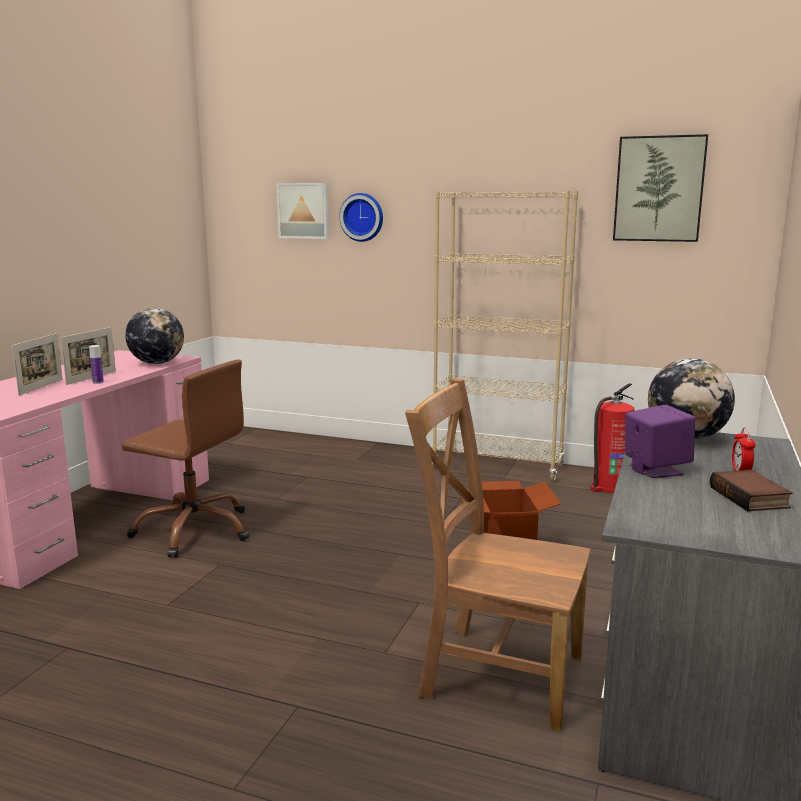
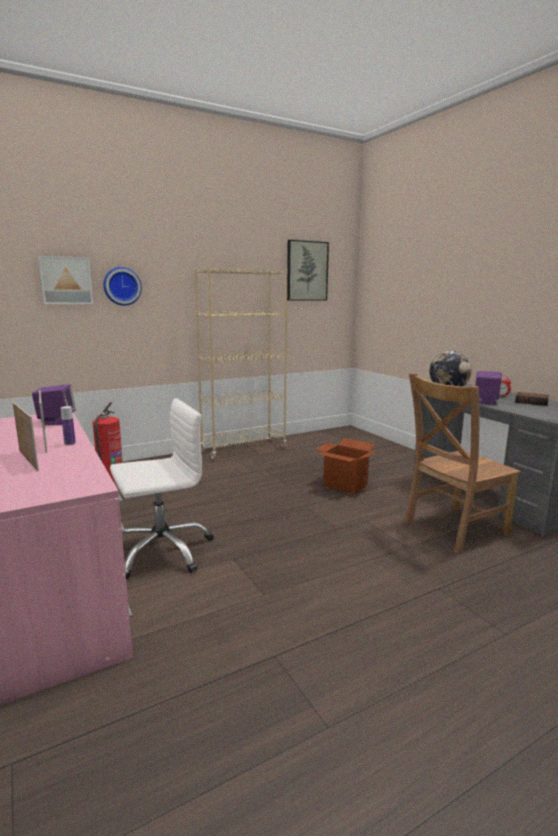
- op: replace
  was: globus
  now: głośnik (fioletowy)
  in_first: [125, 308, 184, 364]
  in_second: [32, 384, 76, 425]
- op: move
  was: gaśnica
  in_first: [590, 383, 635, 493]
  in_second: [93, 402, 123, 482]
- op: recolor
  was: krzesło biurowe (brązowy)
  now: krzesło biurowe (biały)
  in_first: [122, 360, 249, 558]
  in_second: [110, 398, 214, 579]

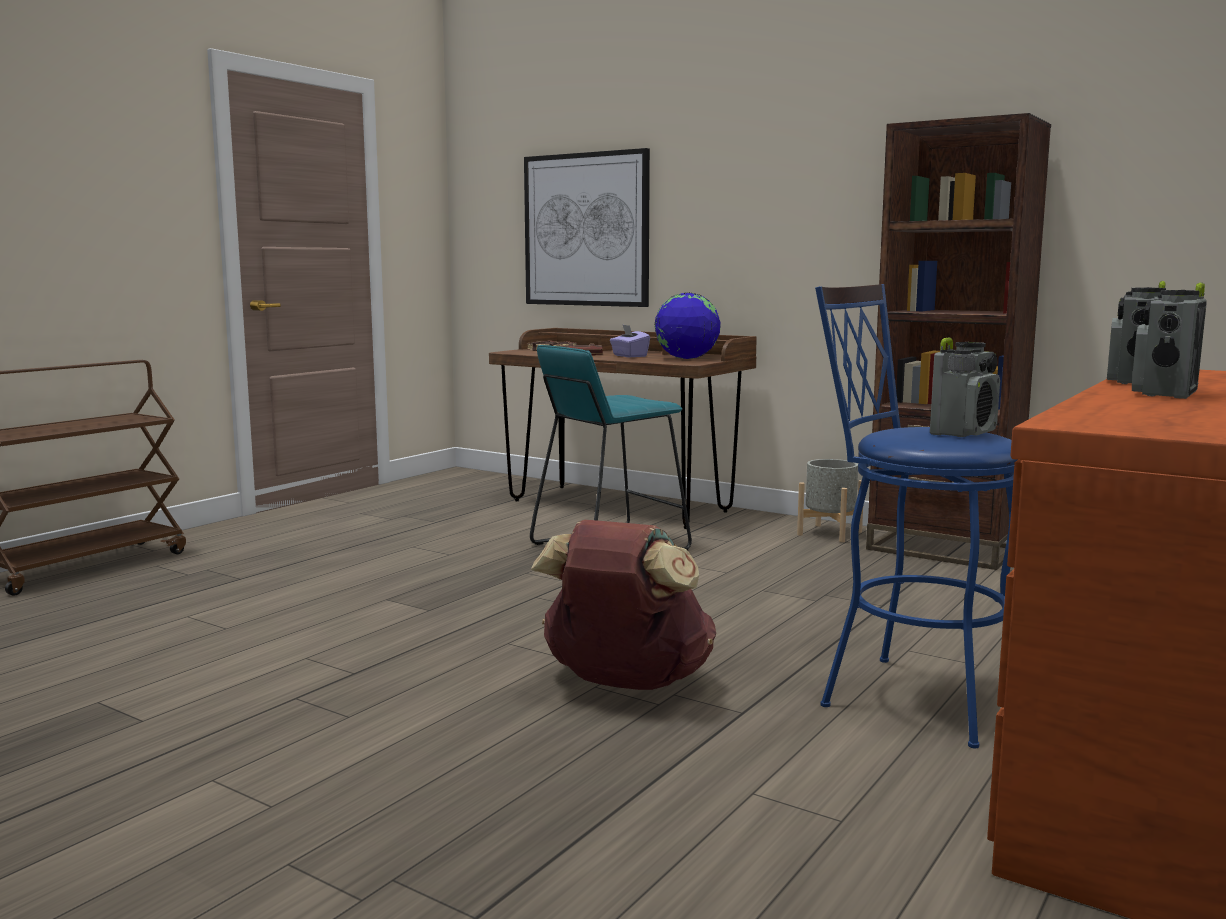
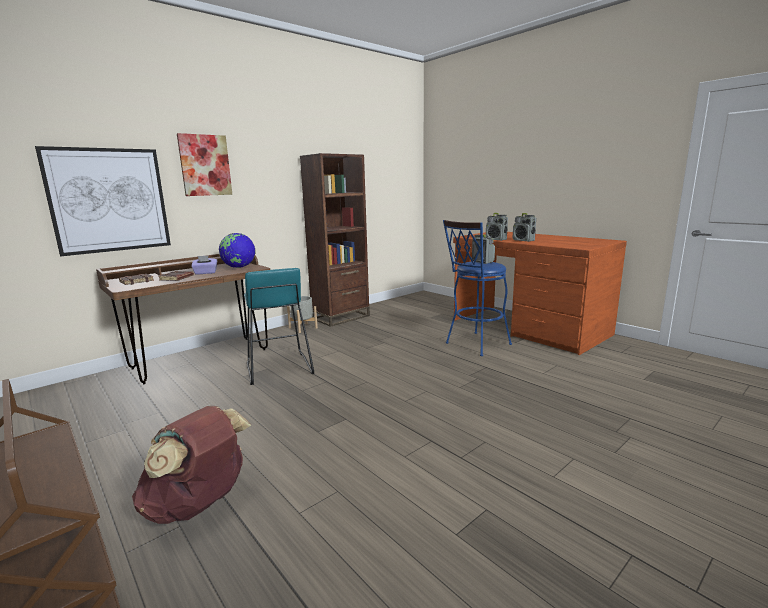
- op: move
  was: plecak (brązowy)
  in_first: [531, 520, 716, 690]
  in_second: [132, 406, 251, 524]
- op: insert
  now: obraz
  in_second: [177, 133, 232, 196]

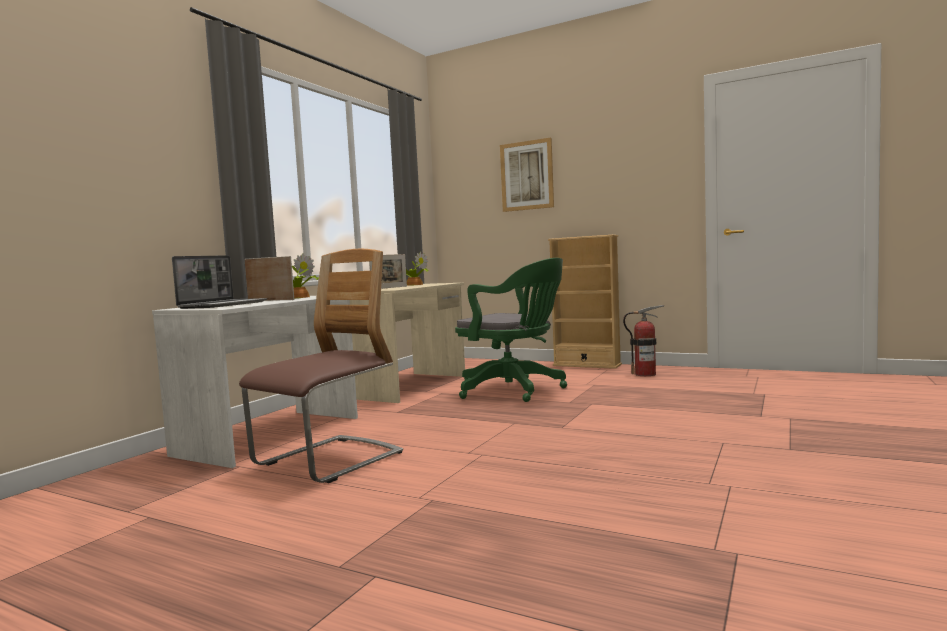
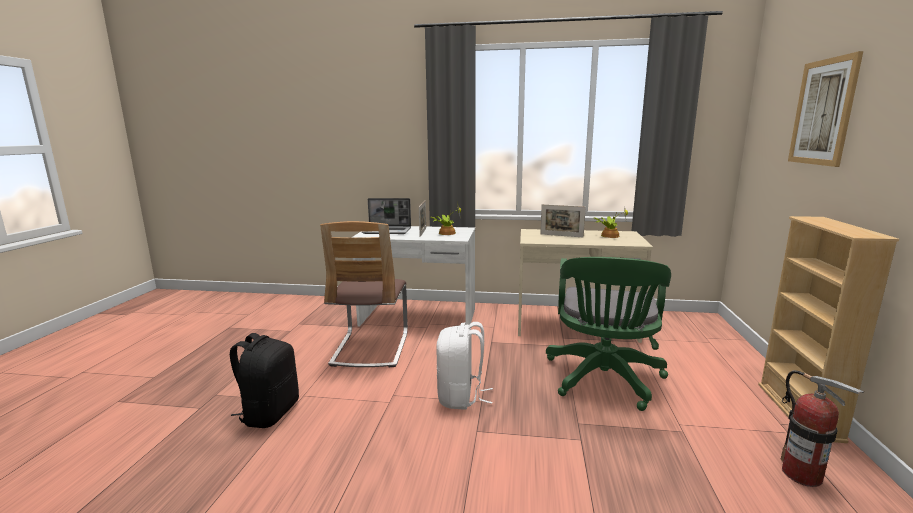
- op: insert
  now: plecak (czarny)
  in_second: [230, 333, 299, 428]
- op: rotate
  was: krzesło
  in_first: [239, 249, 403, 483]
  in_second: [320, 221, 408, 367]
  clockwise: 75
- op: insert
  now: plecak (biały)
  in_second: [436, 322, 493, 410]

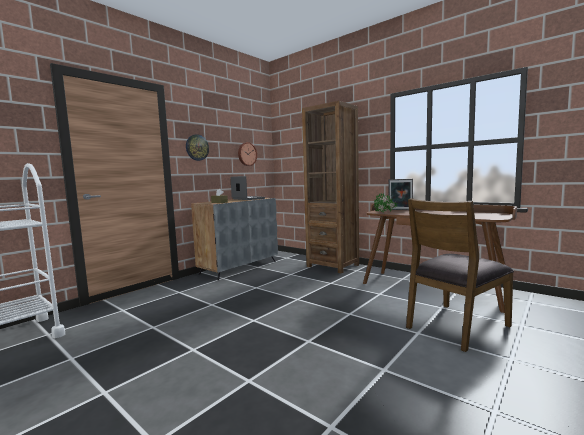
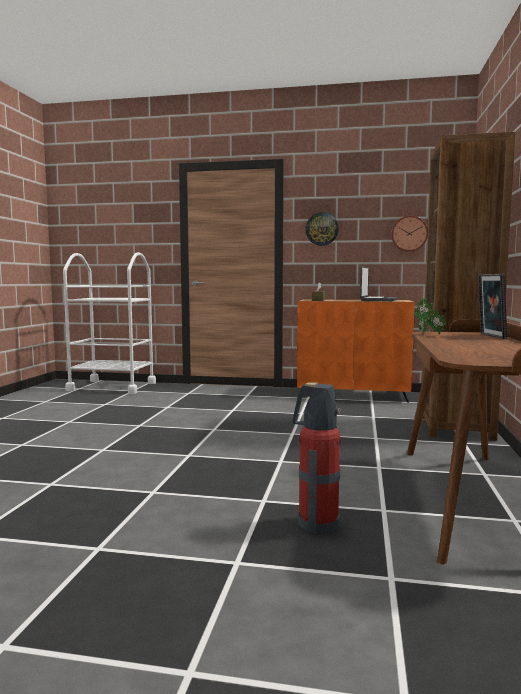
- op: replace
  was: krzesło (brązowy)
  now: gaśnica
  in_first: [406, 198, 514, 352]
  in_second: [292, 382, 341, 533]
- op: recolor
  was: szafka (szary)
  now: szafka (pomarańczowy)
  in_first: [191, 198, 278, 280]
  in_second: [297, 299, 415, 403]

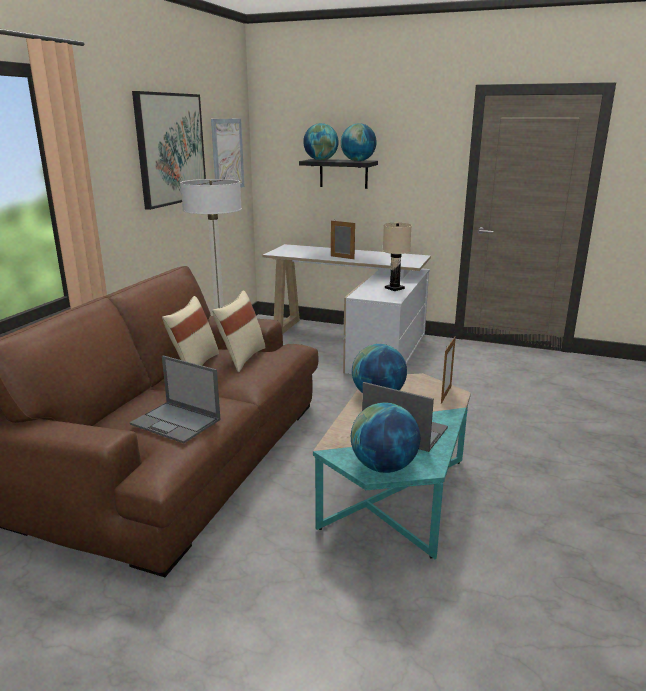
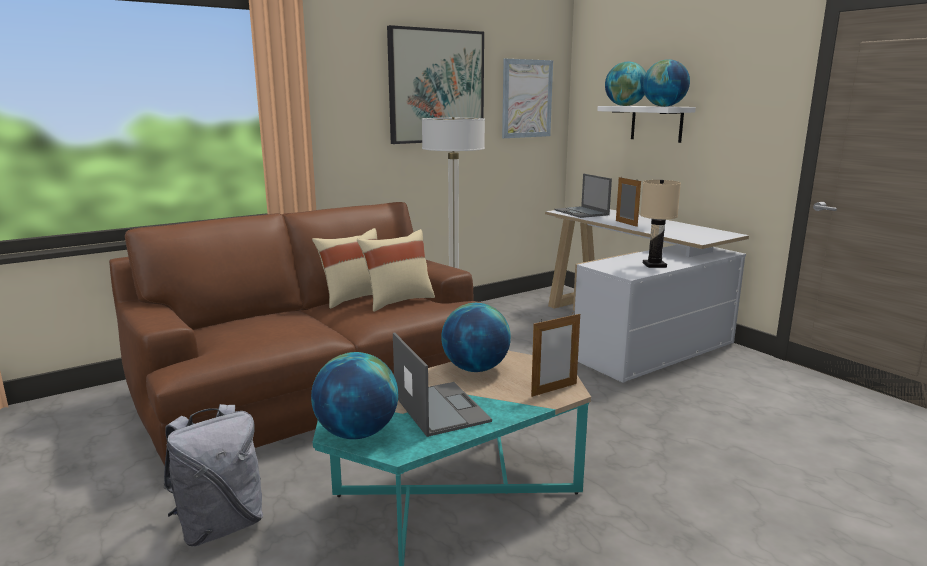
- op: insert
  now: plecak (szary)
  in_second: [163, 404, 263, 546]
- op: move
  was: laptop
  in_first: [130, 355, 221, 443]
  in_second: [555, 174, 612, 218]
- op: recolor
  was: półka (czarny)
  now: półka (biały)
  in_first: [299, 159, 378, 189]
  in_second: [597, 106, 696, 143]

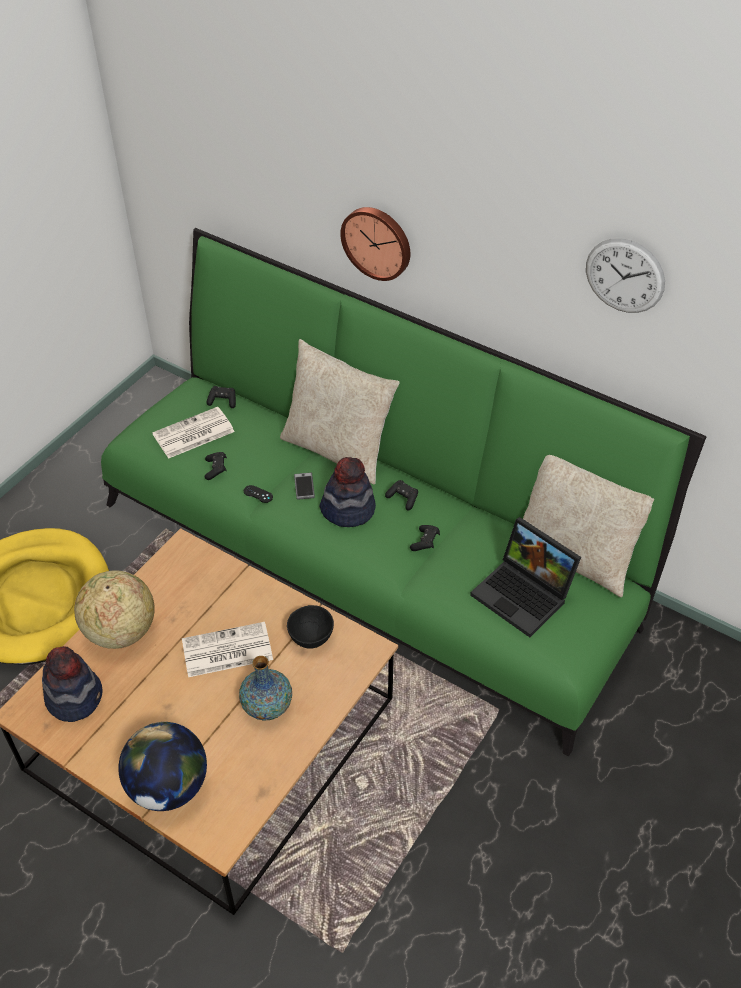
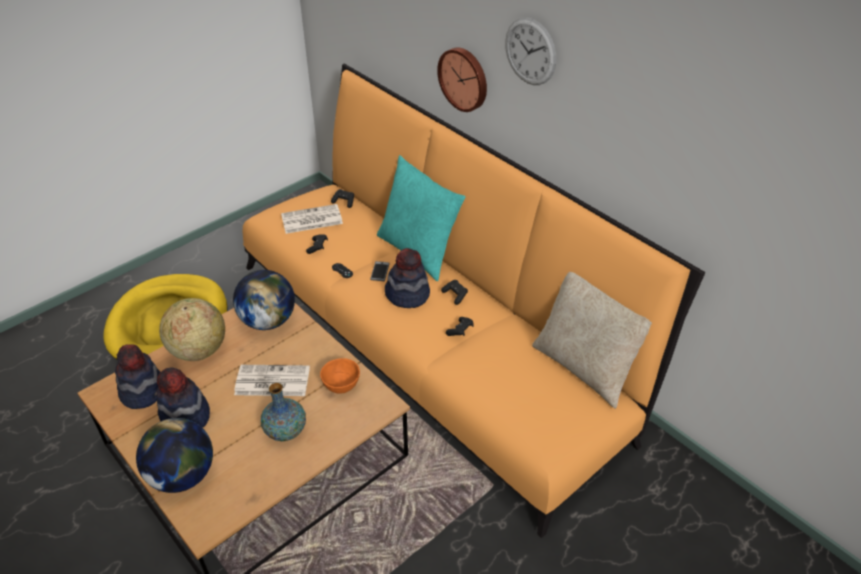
- op: insert
  now: kapelusz
  in_second: [157, 367, 210, 428]
- op: insert
  now: globus
  in_second: [233, 270, 295, 330]
- op: recolor
  was: kanapa (zielony)
  now: kanapa (pomarańczowy)
  in_first: [101, 228, 706, 756]
  in_second: [242, 63, 705, 538]
- op: recolor
  was: miska (czarny)
  now: miska (pomarańczowy)
  in_first: [287, 605, 334, 649]
  in_second: [320, 358, 360, 394]
- op: recolor
  was: poduszka (beżowy)
  now: poduszka (turkusowy)
  in_first: [280, 339, 400, 485]
  in_second: [377, 155, 465, 281]
- op: move
  was: zegar ścienny
  in_first: [586, 238, 665, 313]
  in_second: [505, 17, 556, 85]
- op: delete
  was: laptop
  in_first: [470, 517, 581, 637]

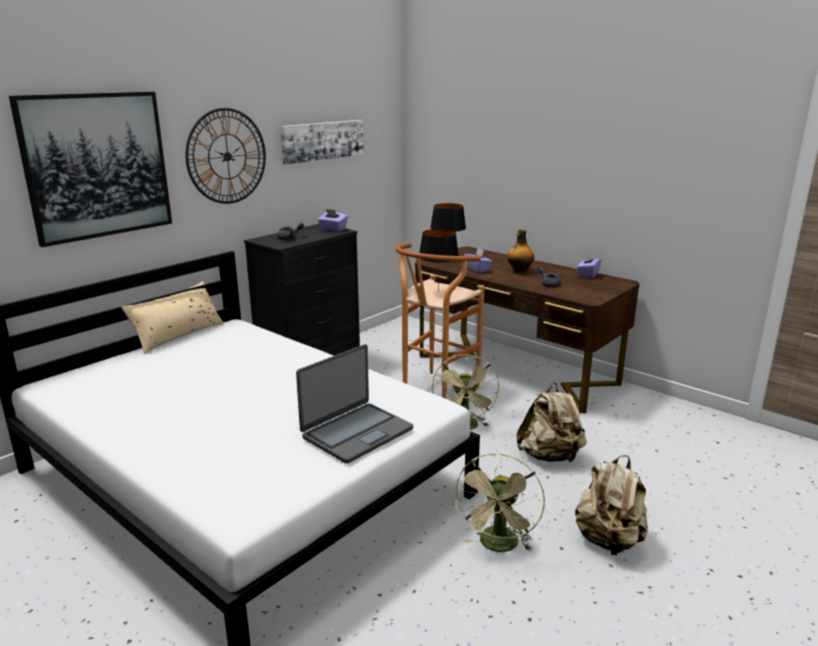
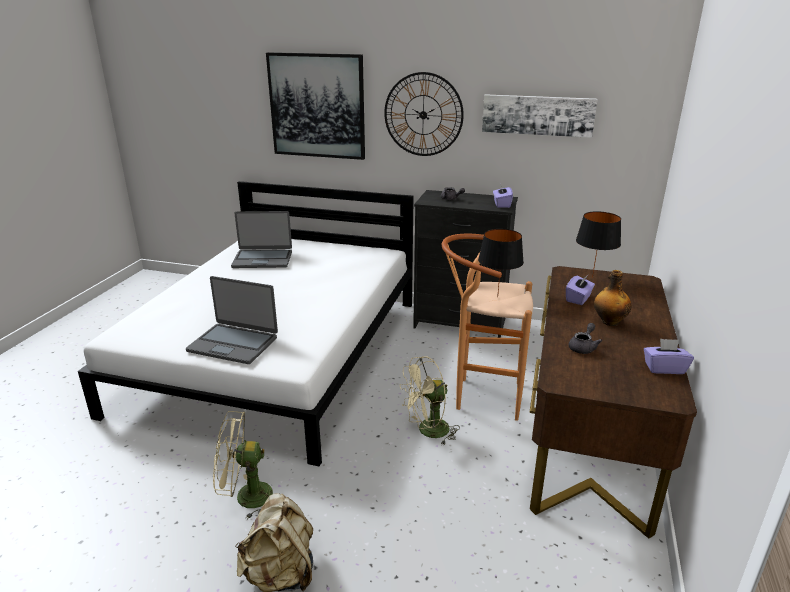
- op: insert
  now: laptop
  in_second: [231, 211, 292, 268]
- op: delete
  was: poduszka (beżowy)
  in_first: [121, 281, 224, 354]
- op: delete
  was: plecak (beżowy)
  in_first: [517, 382, 587, 462]

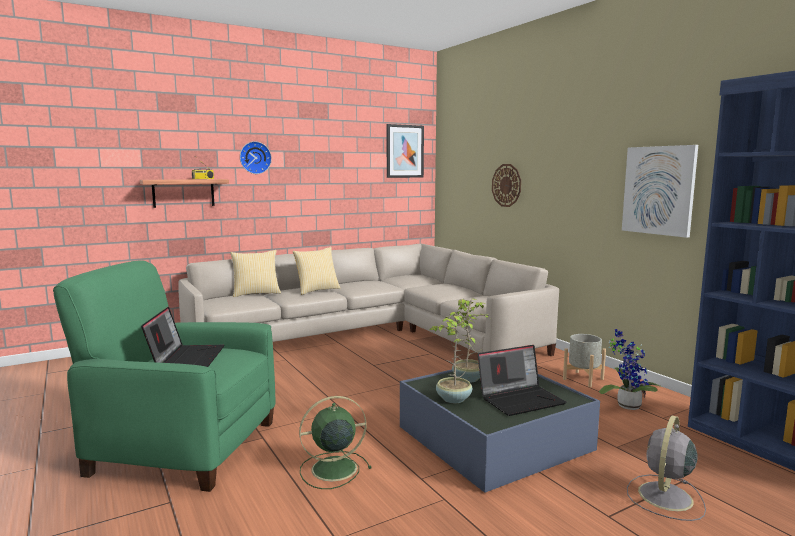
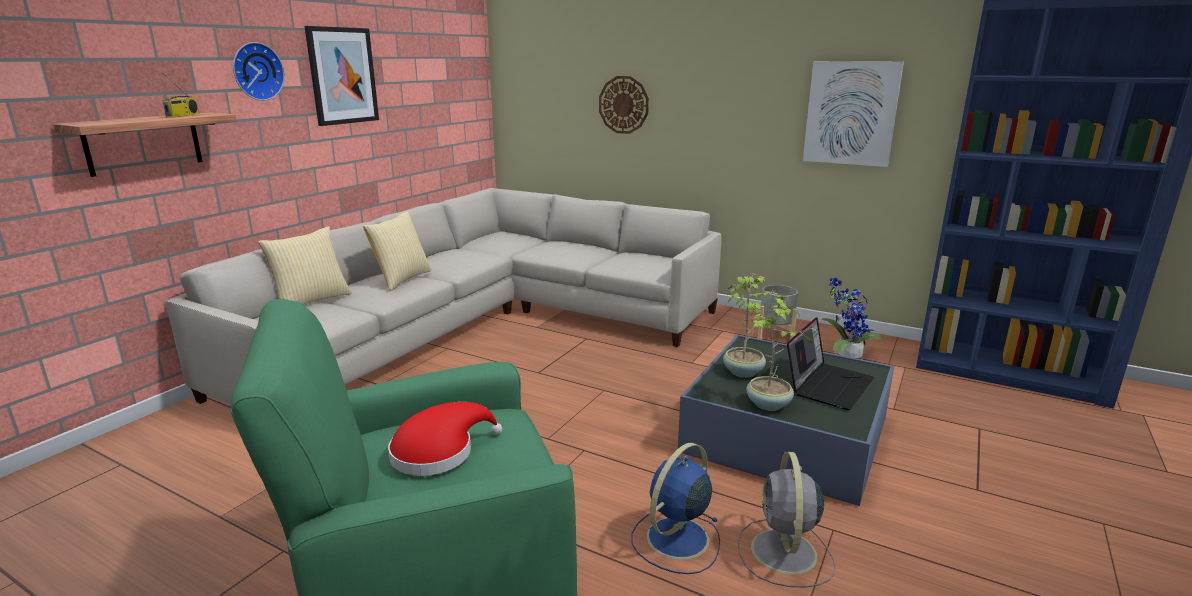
- op: move
  was: obraz
  in_first: [387, 124, 424, 178]
  in_second: [305, 26, 379, 126]
- op: replace
  was: laptop
  now: kapelusz (czerwony)
  in_first: [141, 307, 224, 367]
  in_second: [388, 402, 502, 476]
- op: recolor
  was: wentylator (zielony)
  now: wentylator (niebieski)
  in_first: [299, 396, 372, 489]
  in_second: [631, 443, 720, 574]
- op: move
  was: wentylator (szary)
  in_first: [627, 415, 706, 521]
  in_second: [738, 452, 836, 587]

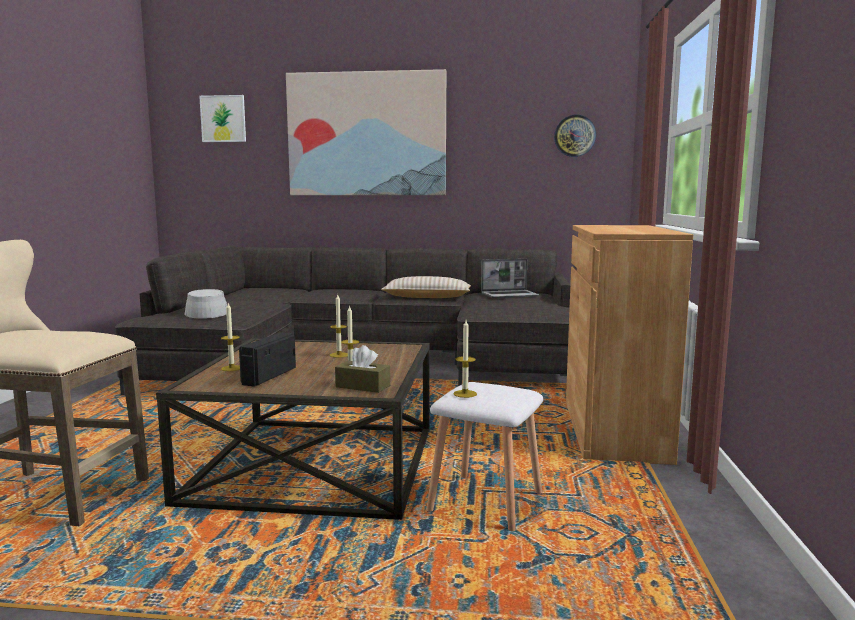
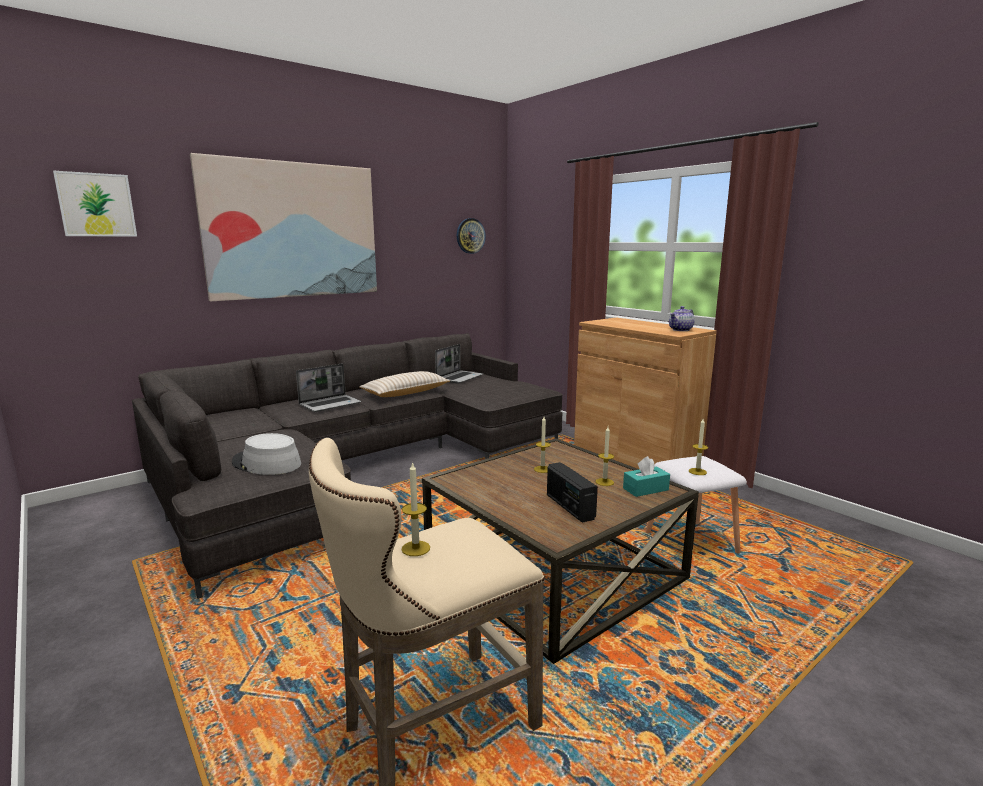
- op: insert
  now: laptop
  in_second: [296, 364, 361, 412]
- op: move
  was: świeca
  in_first: [221, 303, 240, 371]
  in_second: [401, 462, 430, 556]
- op: recolor
  was: pudełko chusteczek (brązowy)
  now: pudełko chusteczek (turkusowy)
  in_first: [335, 345, 390, 393]
  in_second: [623, 456, 670, 497]
- op: insert
  now: imbryk
  in_second: [669, 306, 695, 331]

